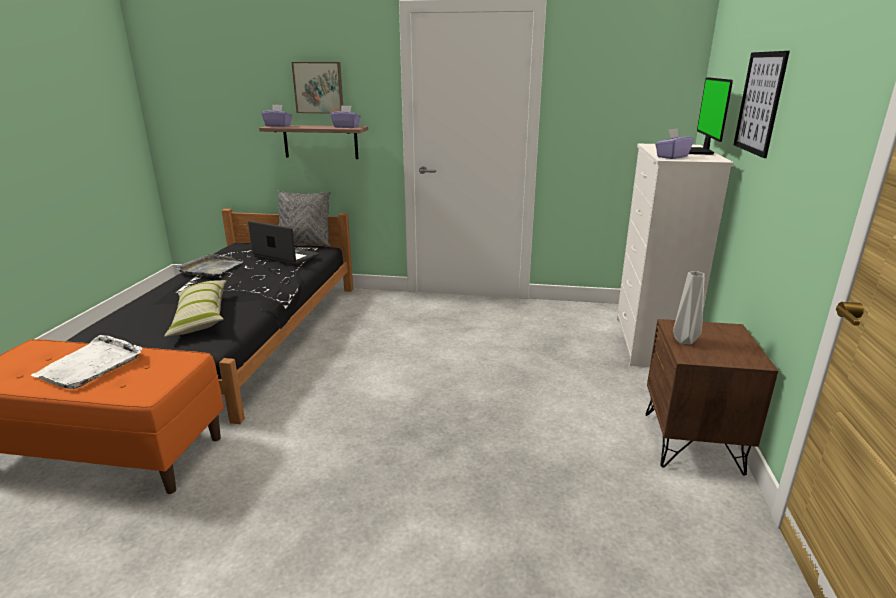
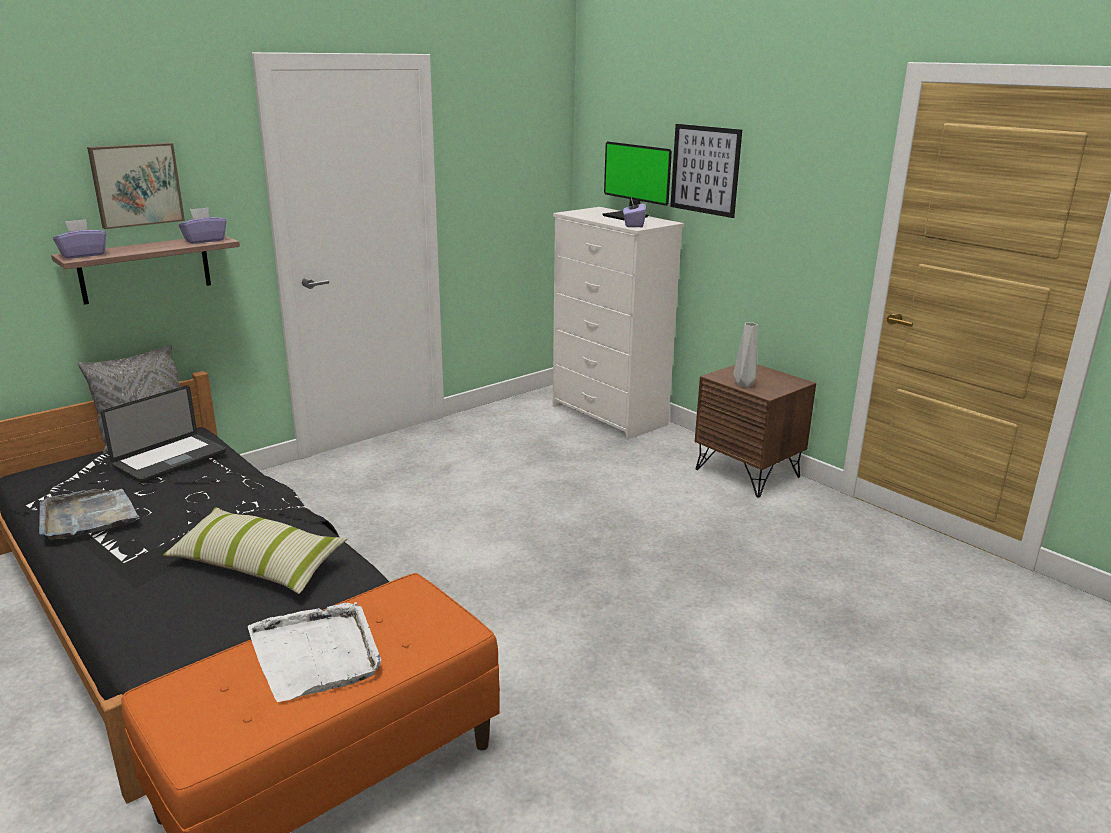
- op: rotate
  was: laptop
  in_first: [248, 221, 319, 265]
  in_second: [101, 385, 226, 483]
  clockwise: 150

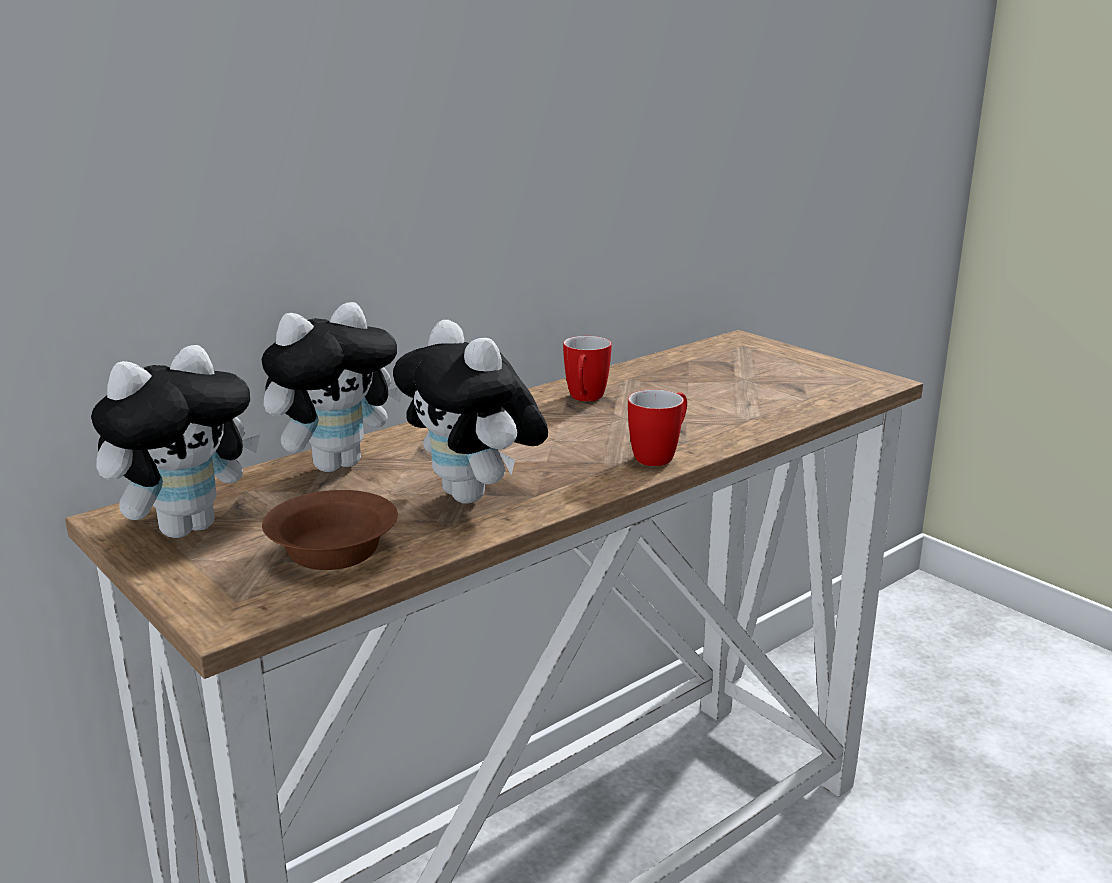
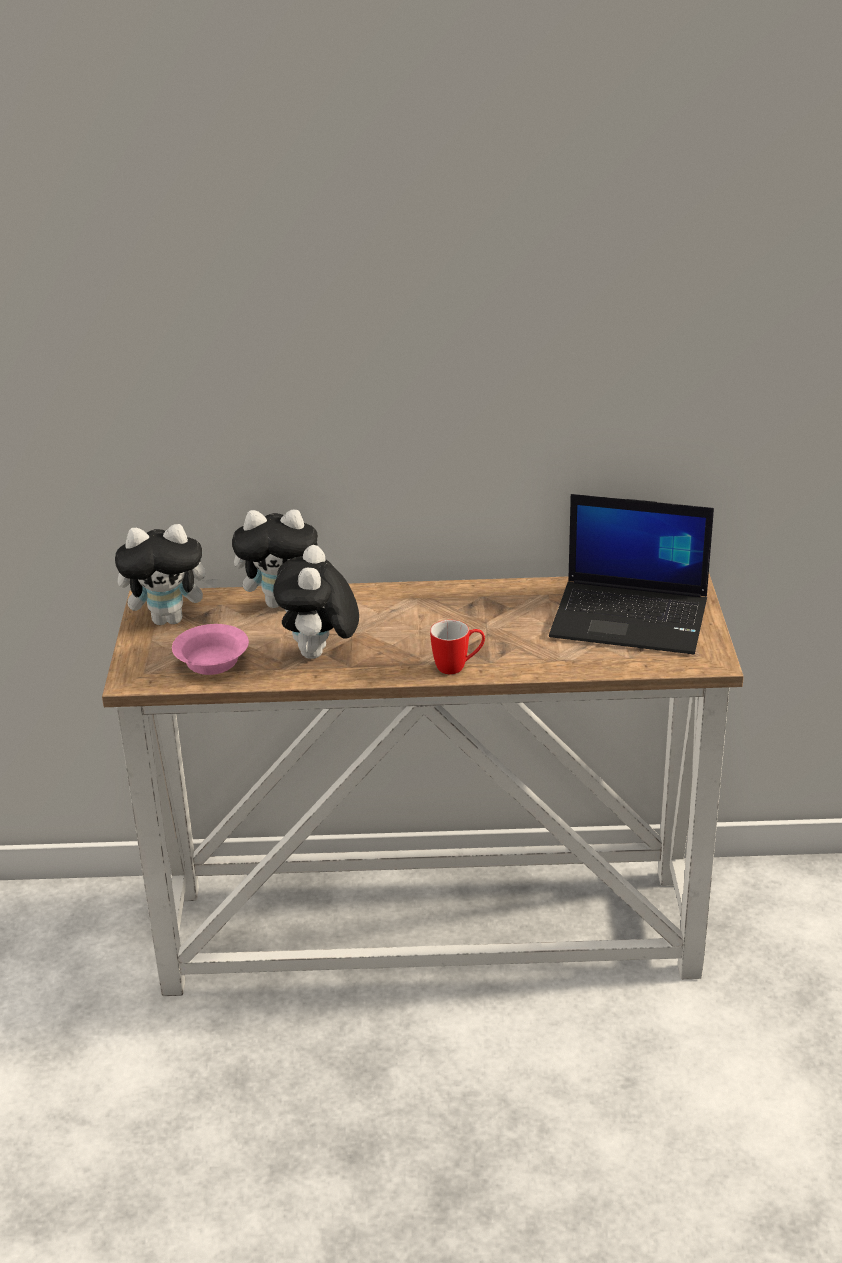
- op: recolor
  was: miska (brązowy)
  now: miska (różowy)
  in_first: [262, 490, 398, 570]
  in_second: [172, 624, 249, 675]
- op: insert
  now: laptop
  in_second: [549, 494, 714, 654]
- op: delete
  was: kubek
  in_first: [563, 336, 612, 401]

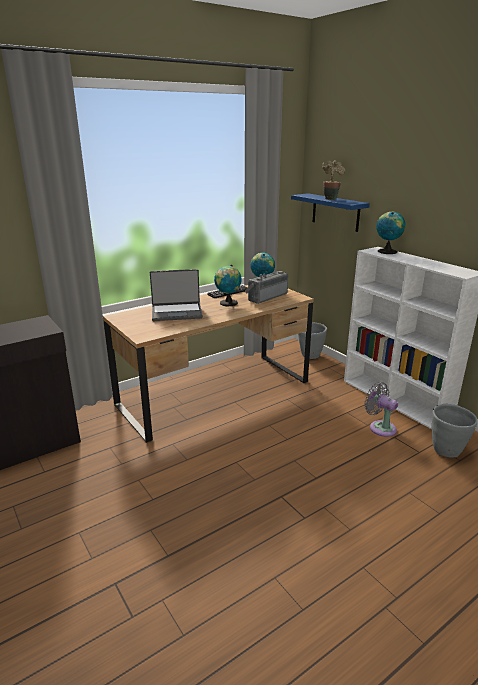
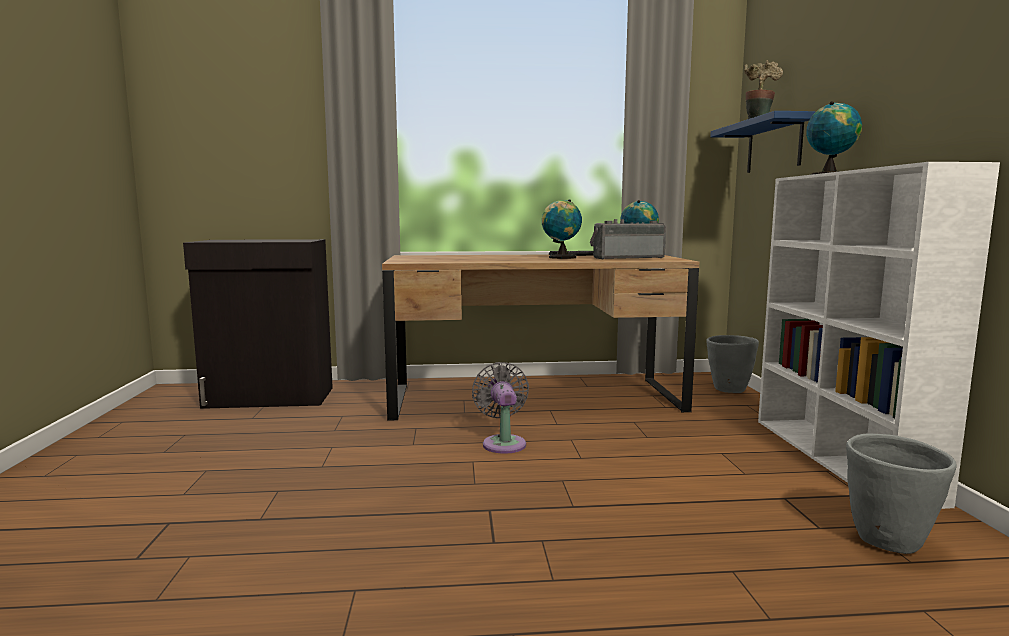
- op: move
  was: wentylator (szary)
  in_first: [364, 382, 398, 437]
  in_second: [472, 362, 529, 454]
- op: delete
  was: laptop
  in_first: [150, 269, 203, 321]

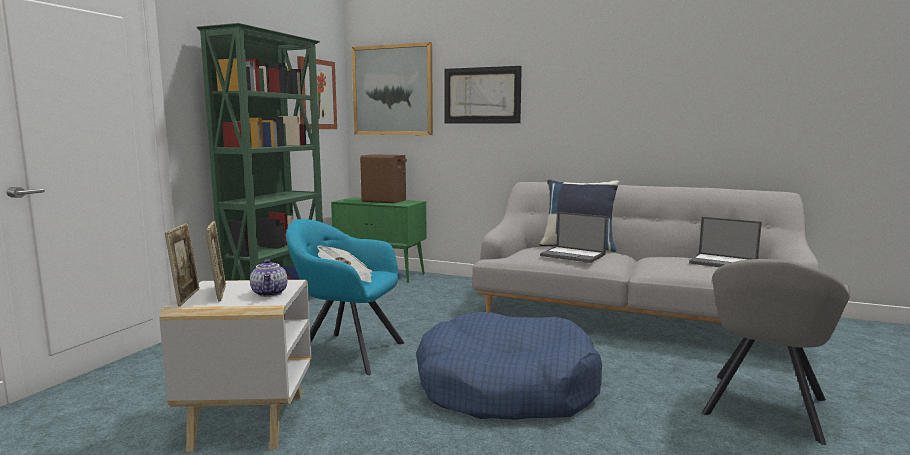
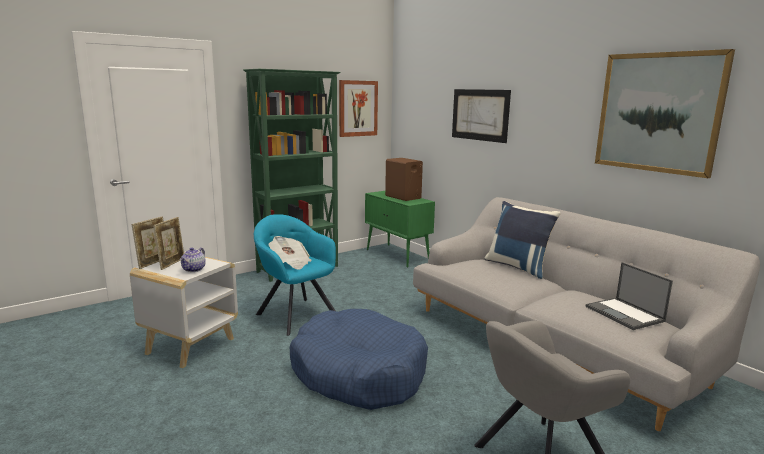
- op: move
  was: obraz
  in_first: [352, 42, 433, 135]
  in_second: [595, 49, 735, 178]
- op: delete
  was: laptop
  in_first: [540, 212, 607, 263]

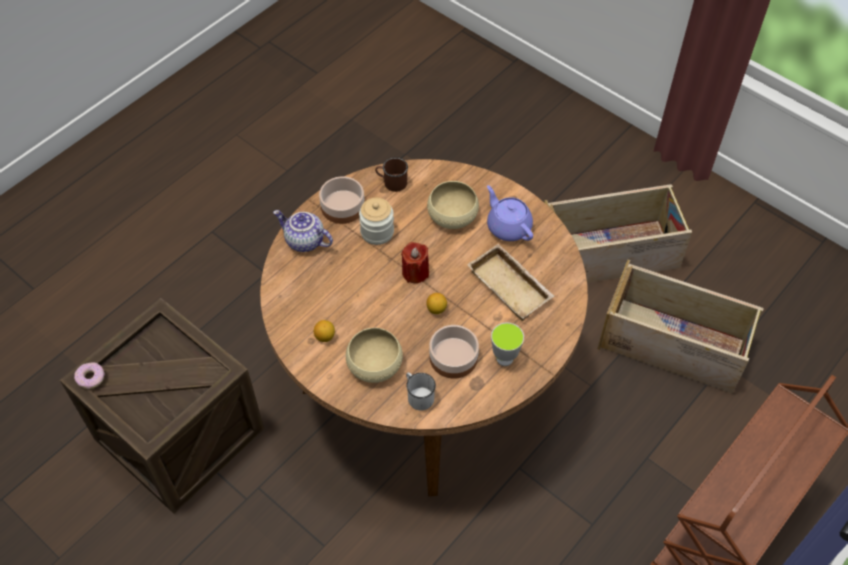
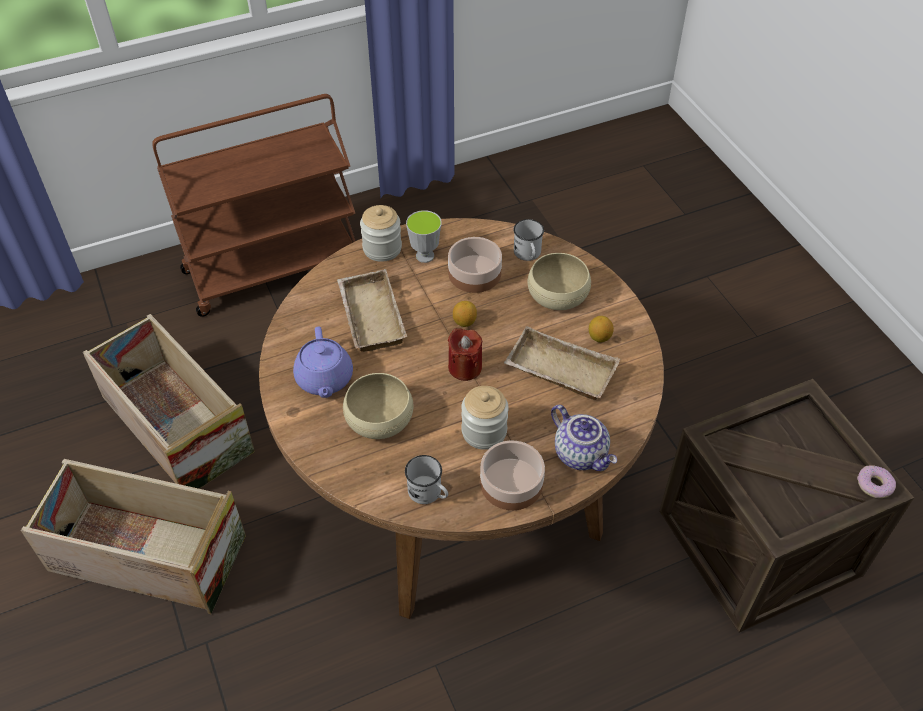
- op: insert
  now: słoik
  in_second: [360, 205, 402, 262]
- op: recolor
  was: kubek (brązowy)
  now: kubek (biały)
  in_first: [375, 157, 408, 192]
  in_second: [405, 455, 448, 504]
- op: insert
  now: taca (beżowy)
  in_second: [504, 326, 620, 400]

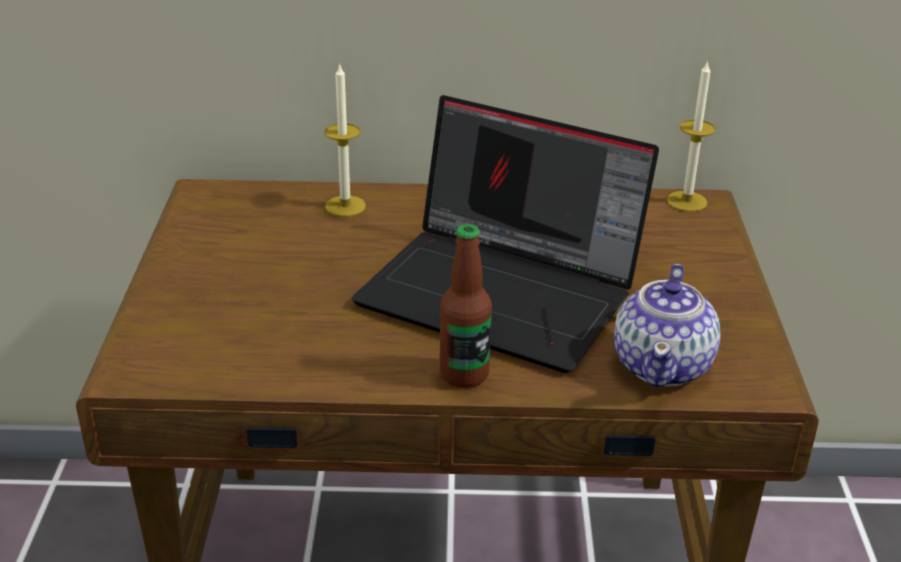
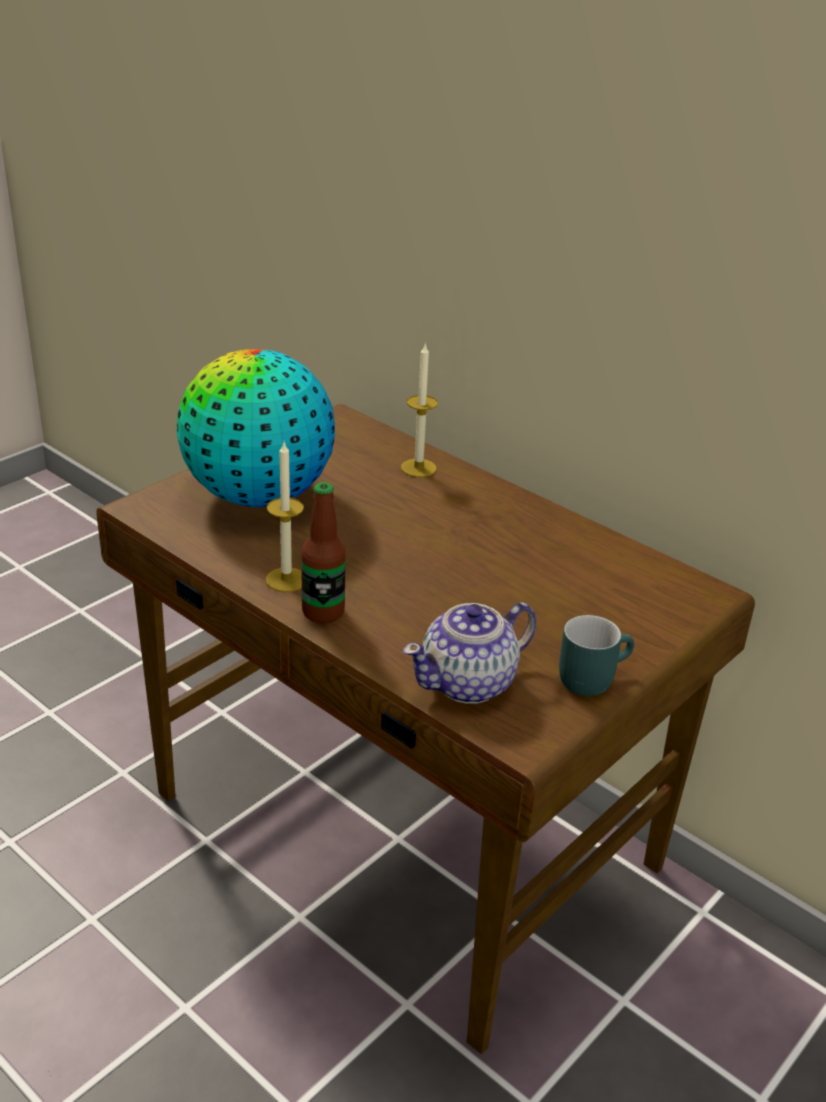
- op: insert
  now: globus
  in_second: [176, 349, 335, 507]
- op: move
  was: świeca
  in_first: [667, 60, 716, 212]
  in_second: [266, 442, 304, 592]
- op: insert
  now: kubek (turkusowy)
  in_second: [559, 615, 634, 696]
- op: delete
  was: laptop
  in_first: [352, 95, 659, 373]

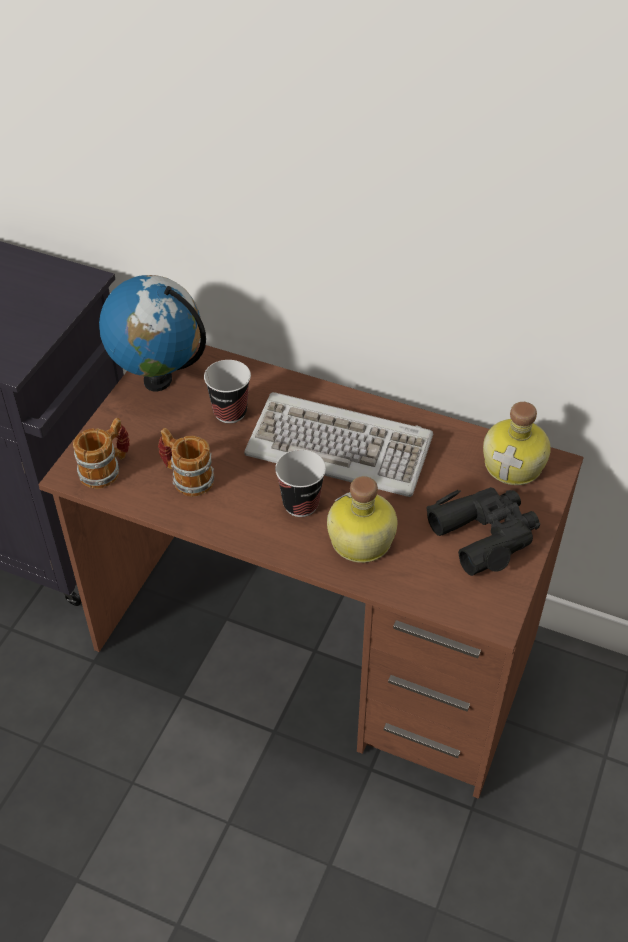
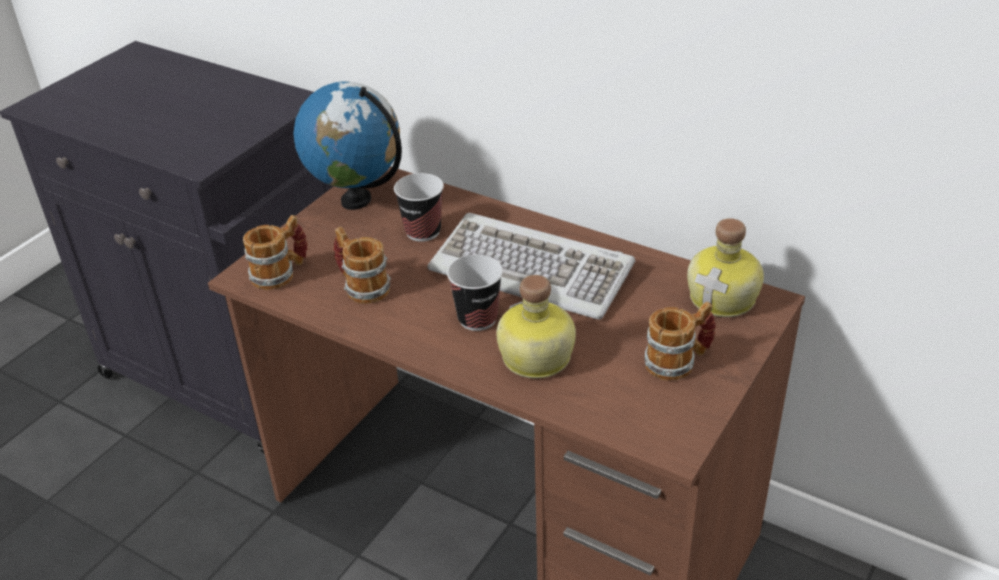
- op: replace
  was: lornetka (czarny)
  now: kubek
  in_first: [427, 487, 540, 576]
  in_second: [645, 302, 716, 381]

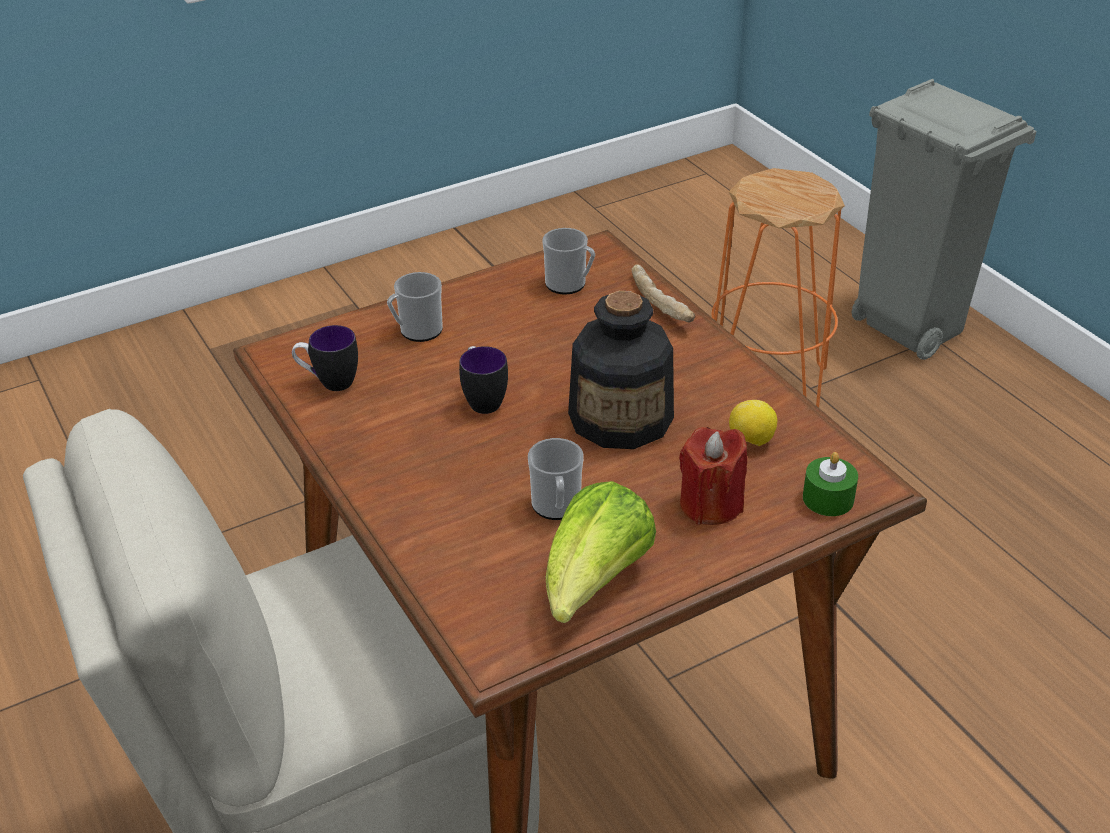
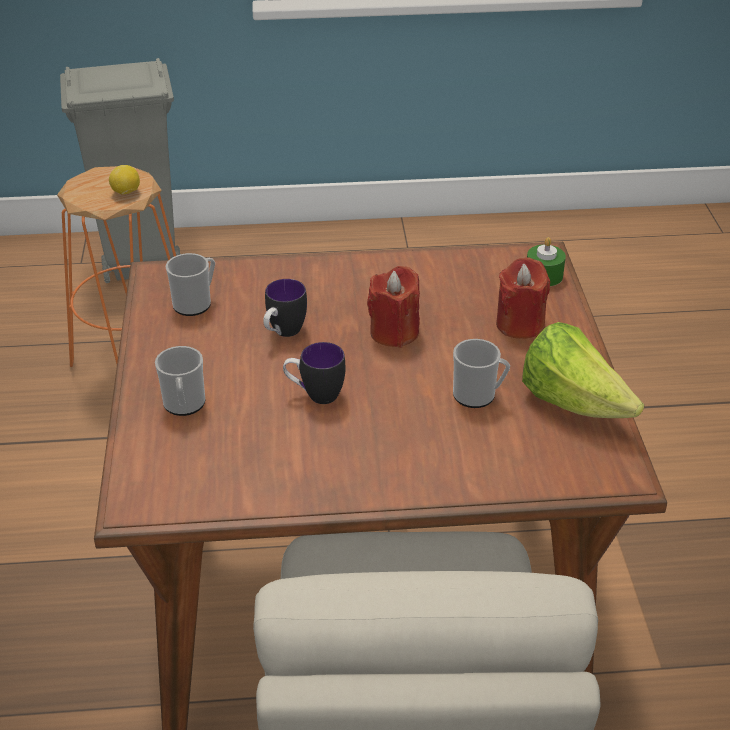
- op: move
  was: cytryna
  in_first: [729, 400, 777, 446]
  in_second: [109, 165, 140, 194]
- op: move
  was: kubek
  in_first: [292, 325, 358, 391]
  in_second: [263, 279, 307, 337]
- op: replace
  was: butelka
  now: świeca (czerwony)
  in_first: [568, 291, 674, 449]
  in_second: [367, 266, 420, 348]
- op: delete
  was: chleb
  in_first: [632, 264, 695, 323]

